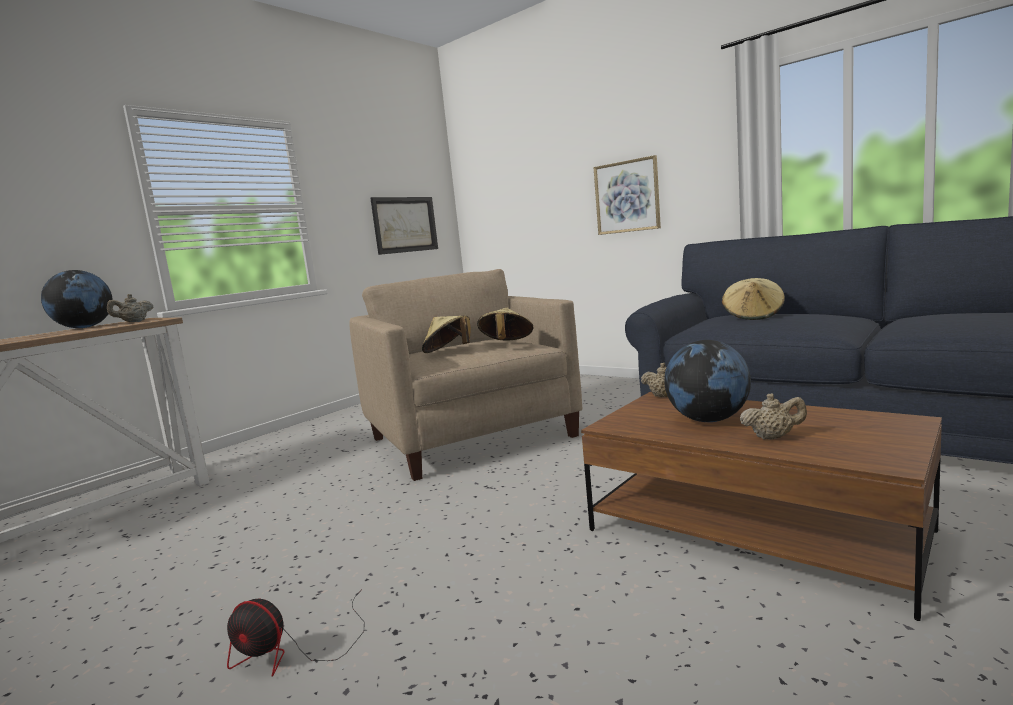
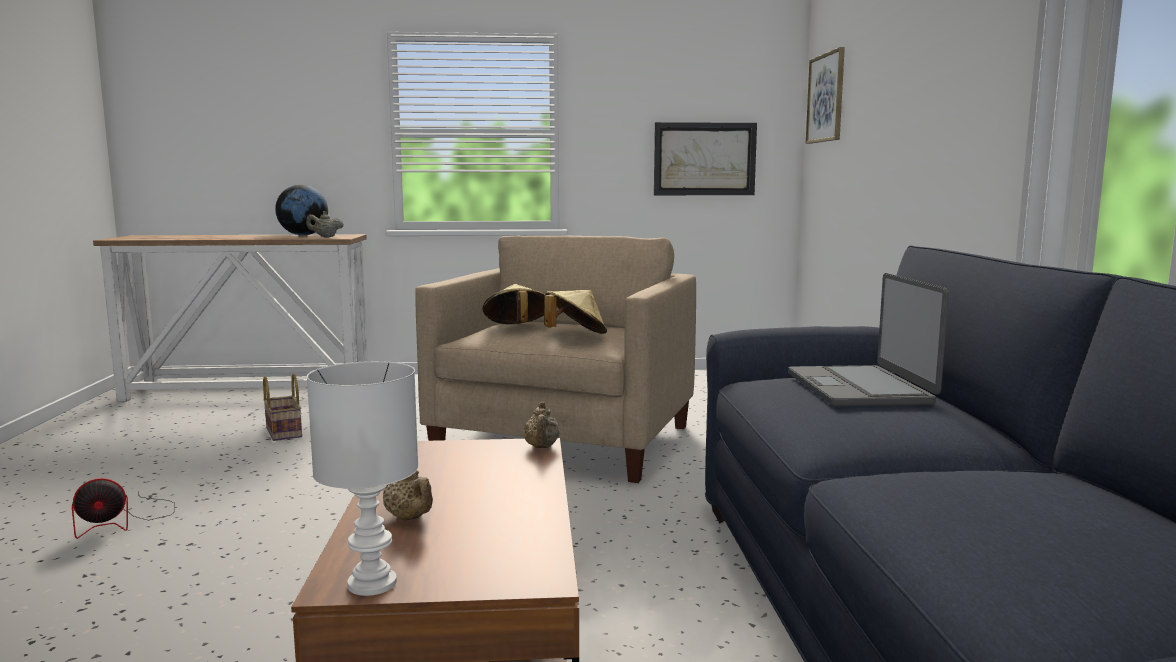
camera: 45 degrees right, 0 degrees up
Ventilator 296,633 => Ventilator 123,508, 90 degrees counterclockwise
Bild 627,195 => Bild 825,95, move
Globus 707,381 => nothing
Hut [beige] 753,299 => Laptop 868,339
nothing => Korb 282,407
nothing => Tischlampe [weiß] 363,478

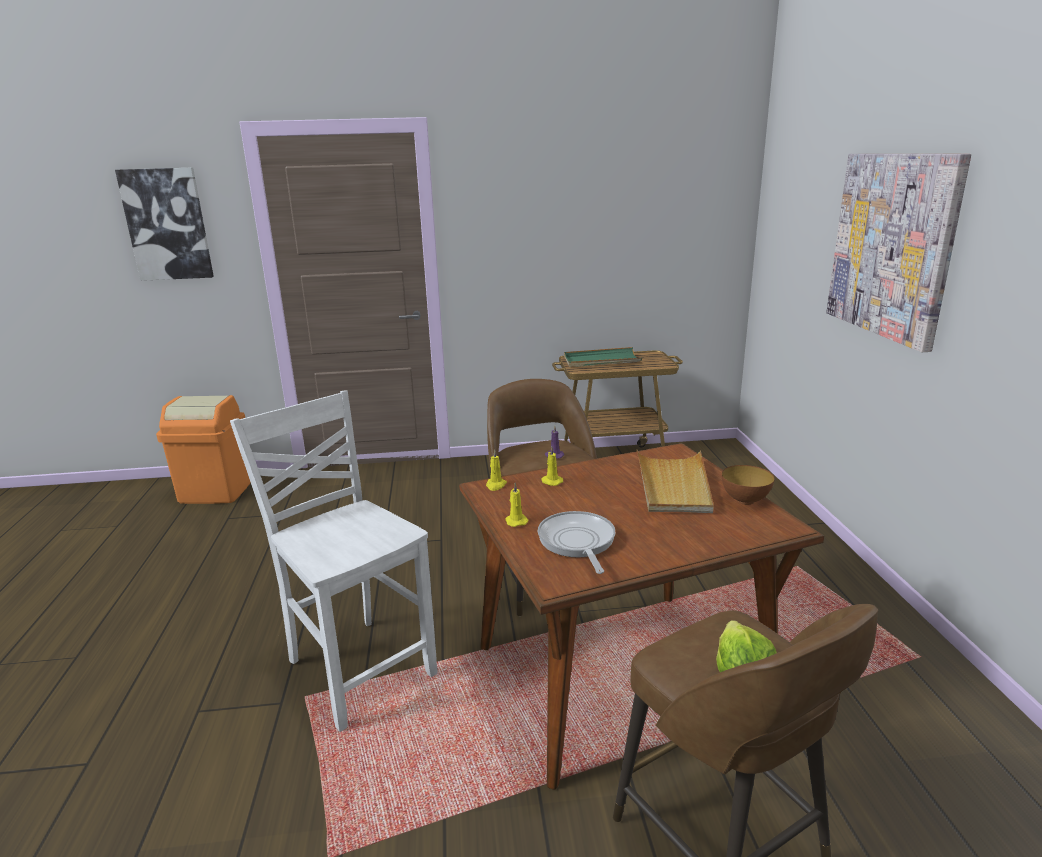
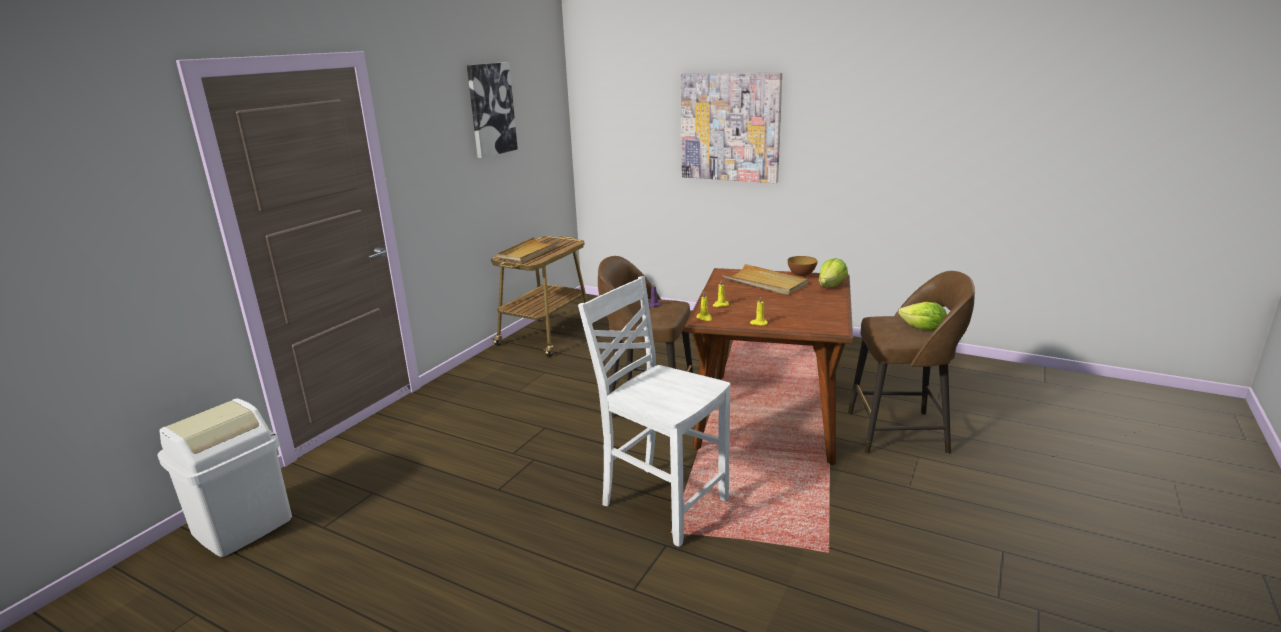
camera: 55 degrees left, 0 degrees up
Bild 164,224 => Bild 492,110, move
Mülleimer [orange] 203,449 => Mülleimer [weiß] 225,477
Stuhl [weiß] 333,561 => Stuhl [weiß] 654,411, 45 degrees clockwise
Pfanne 577,542 => nothing
Tablett [grün] 603,357 => Tablett [beige] 528,249
nothing => Salatkopf 833,272

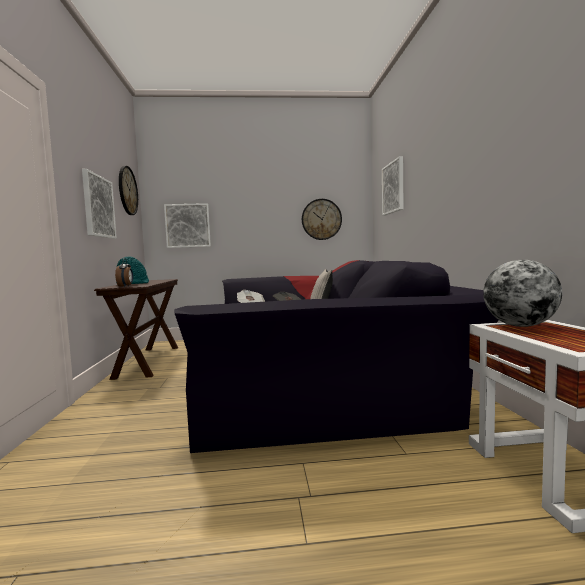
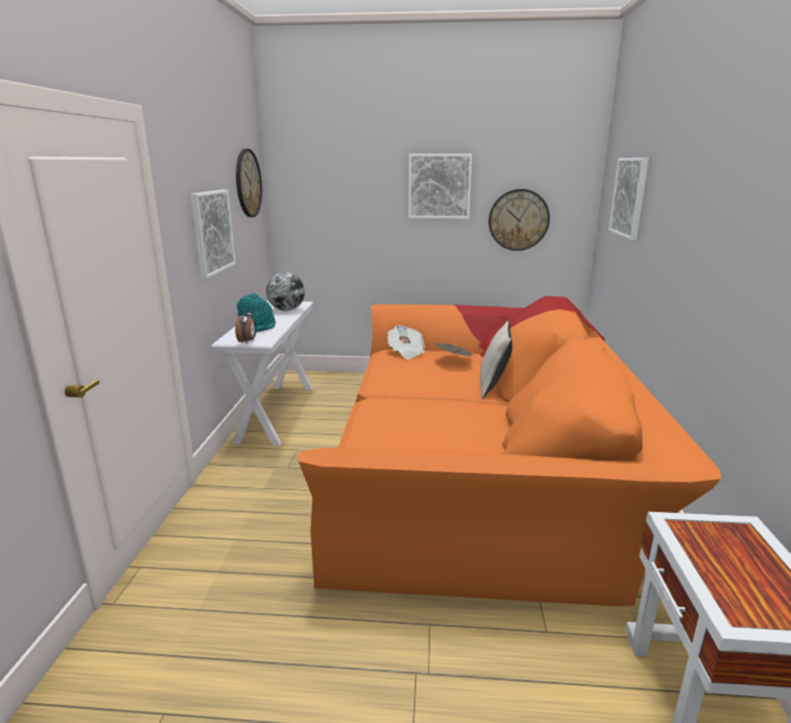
camera: 10 degrees right, 15 degrees up
Konsolentisch [braun] 136,329 => Konsolentisch [weiß] 262,373
Bild 187,225 => Bild 440,186, move
Sofa [schwarz] 336,356 => Sofa [orange] 509,451
Globus 522,293 => Globus 285,291, move

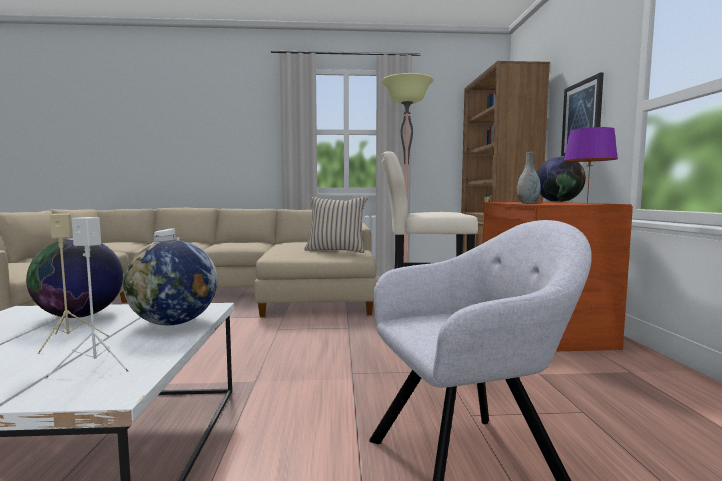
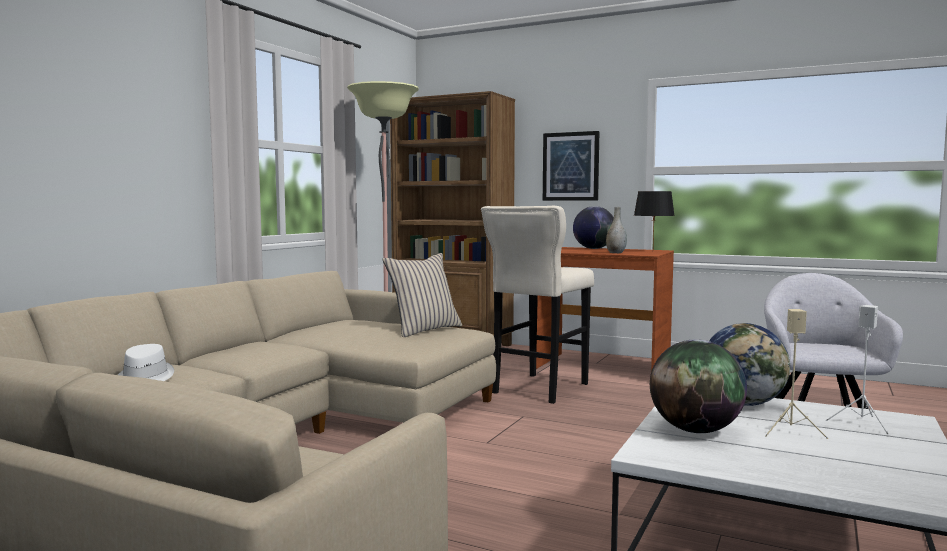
camera: 60 degrees left, 0 degrees up
Tischlampe [lila] 590,165 => Tischlampe [schwarz] 654,218

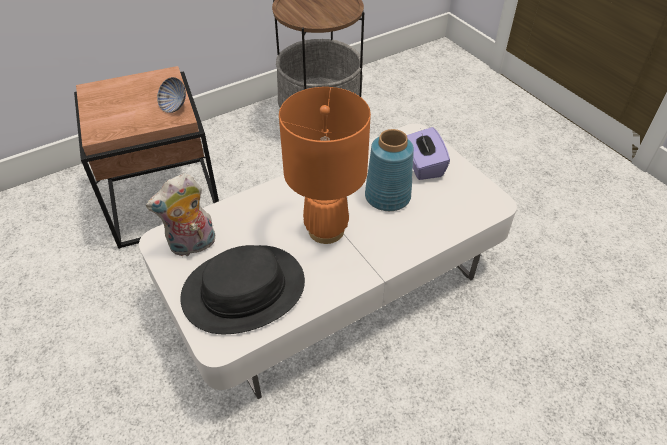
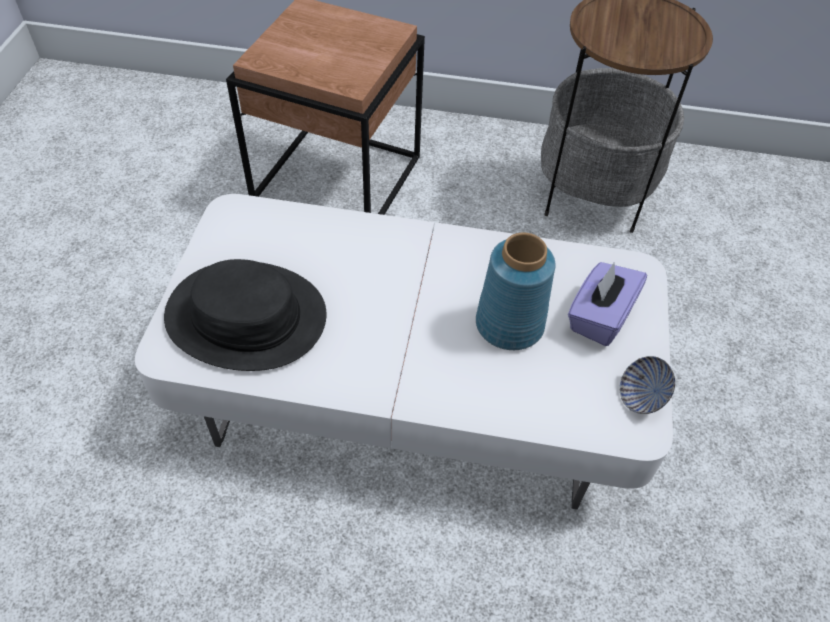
camera: 40 degrees right, 5 degrees up
Plüschtier 180,214 => nothing
Schüssel 171,95 => Schüssel 647,385, move
Tischlampe [orange] 325,165 => nothing

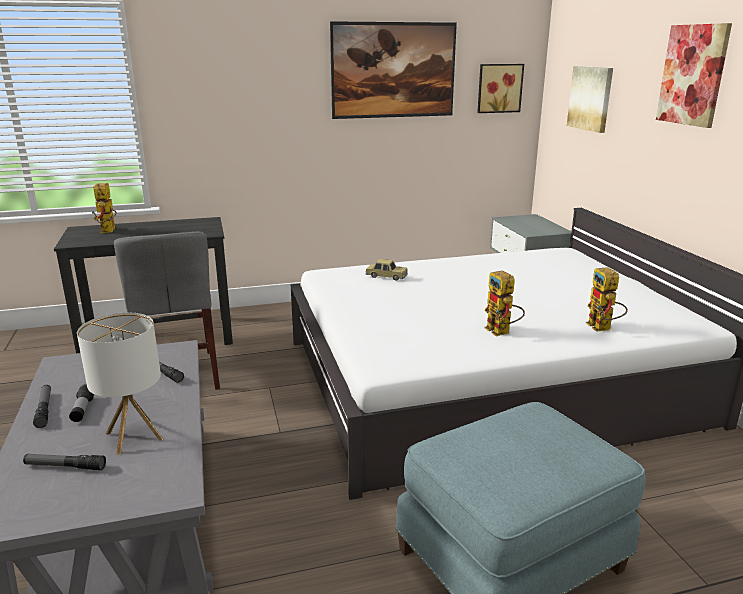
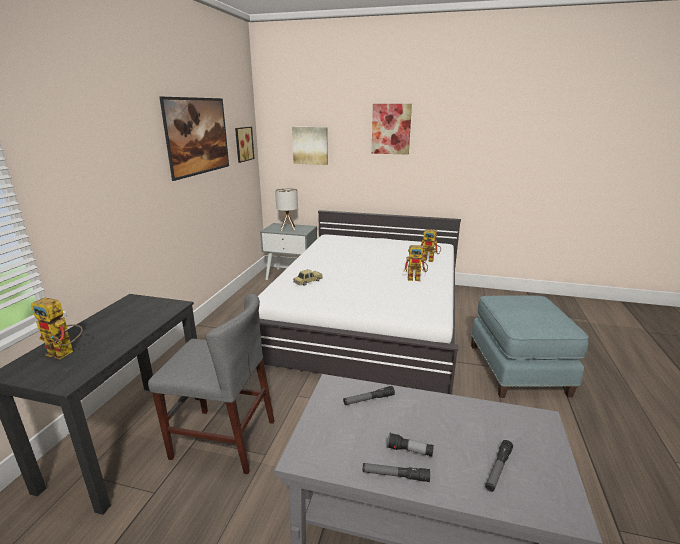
camera: 60 degrees left, 0 degrees up
Tischlampe 120,384 => Tischlampe 286,209, move

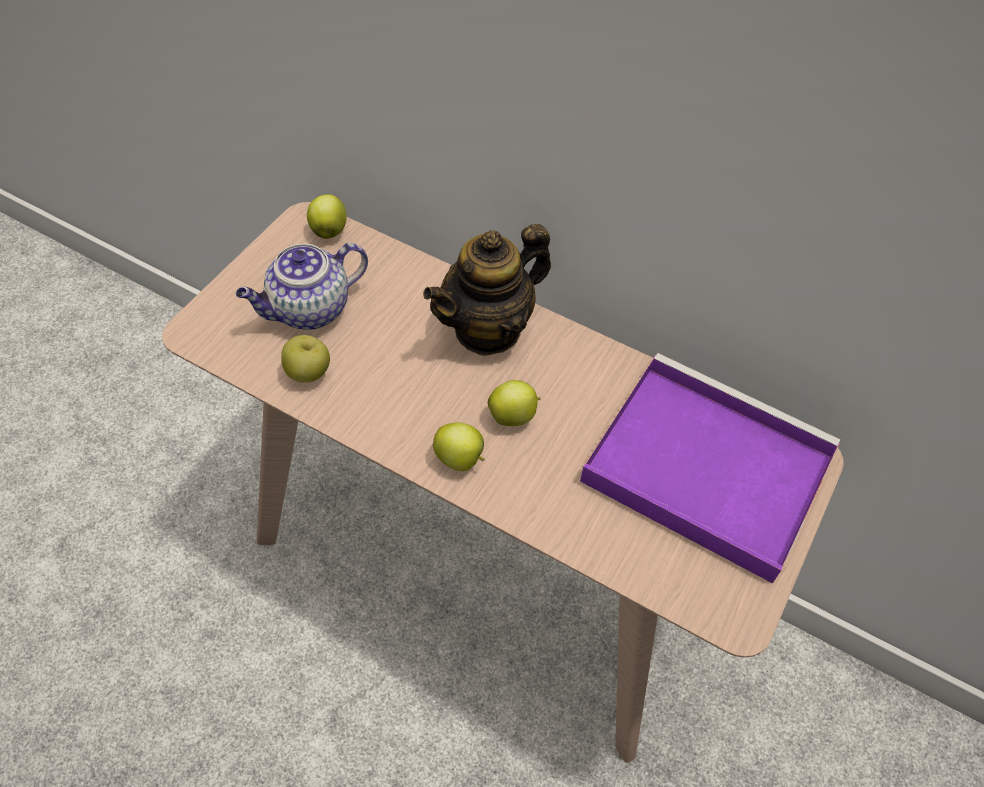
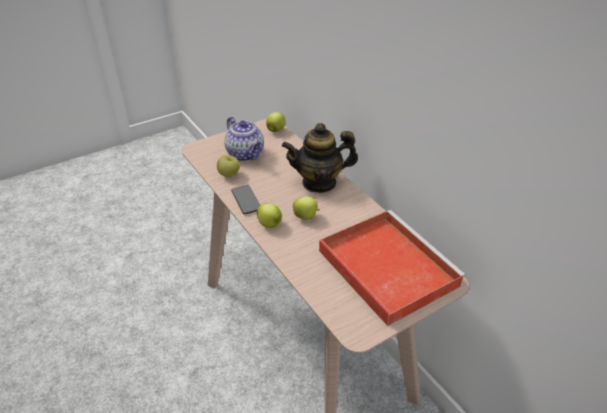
camera: 30 degrees right, 15 degrees down
Teekanne 302,286 => Teekanne 244,139, 120 degrees counterclockwise
Tablett [lila] 710,468 => Tablett [rot] 392,268
nothing => Handy 245,200

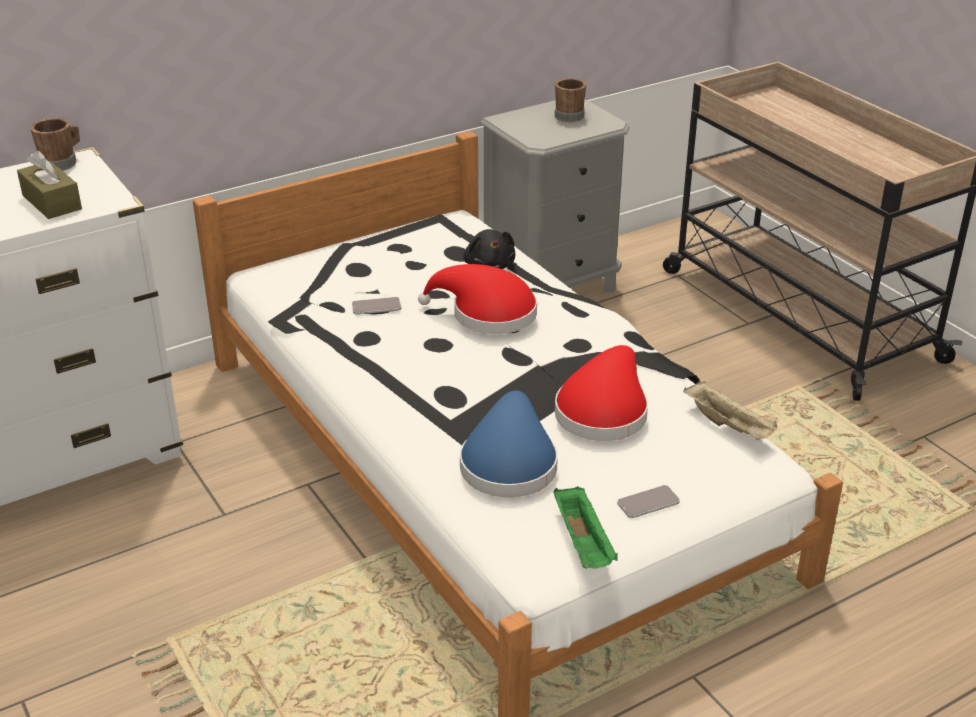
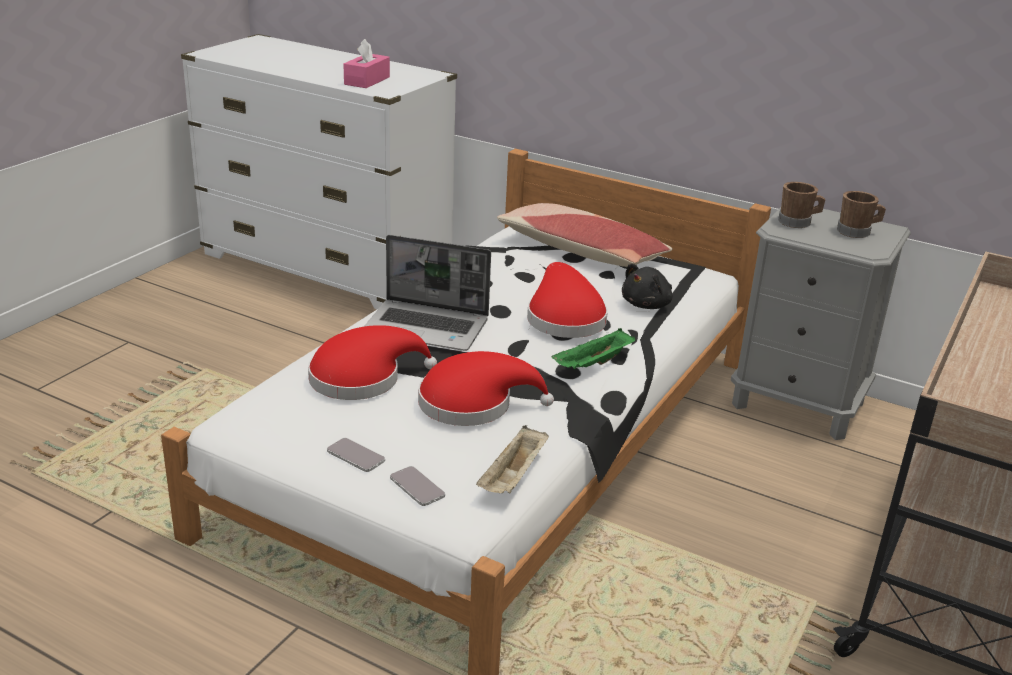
camera: 60 degrees right, 5 degrees down
Taschentuchbox [braun] 49,185 => Taschentuchbox [rosa] 366,63
Henkelbecher [braun] 55,144 => Henkelbecher [braun] 801,205, move
Handy 376,306 => Handy 417,486, move
Hut [blau] 509,443 => Hut [rot] 372,362
Tablett [grün] 585,527 => Tablett [grün] 594,348, move
nothing => Laptop 428,293
nothing => Kissen 585,235

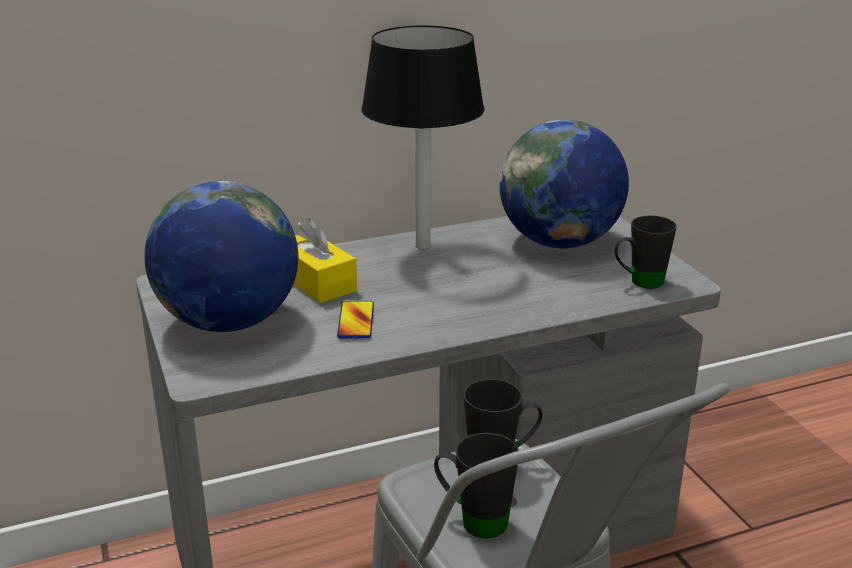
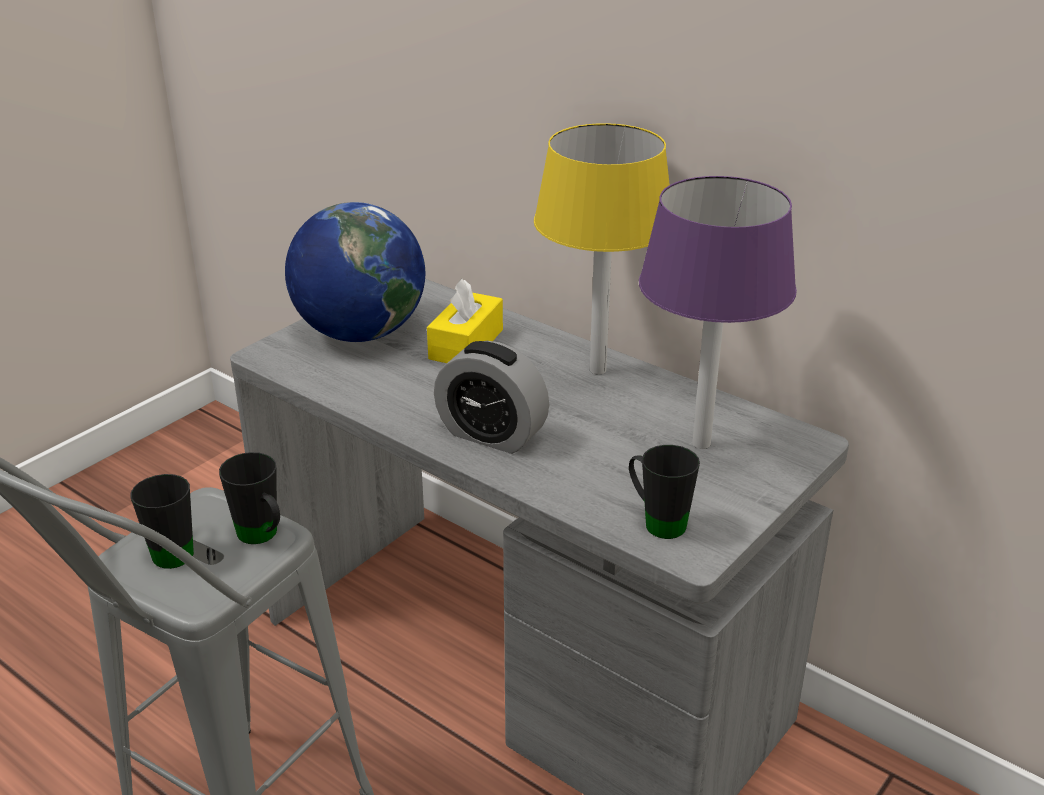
camera: 60 degrees right, 5 degrees up
Handy 355,319 => nothing
Tischlampe [schwarz] 423,137 => Tischlampe [gelb] 602,249
Globus 564,184 => Tischlampe [lila] 718,312
nothing => Wecker 491,397

